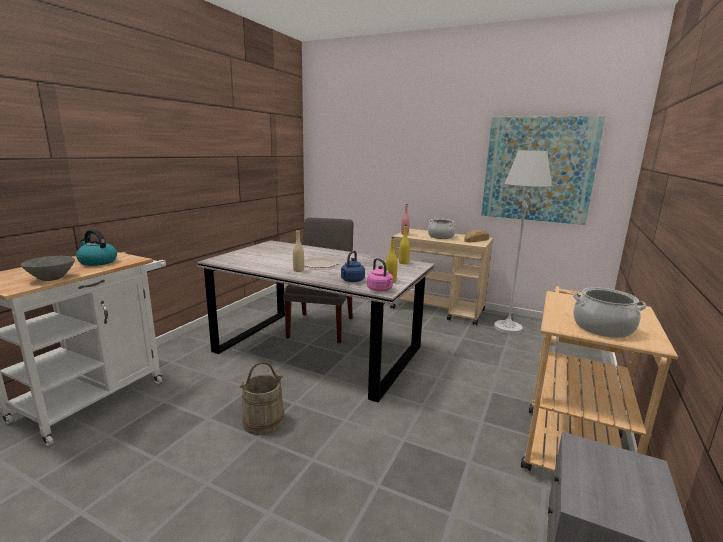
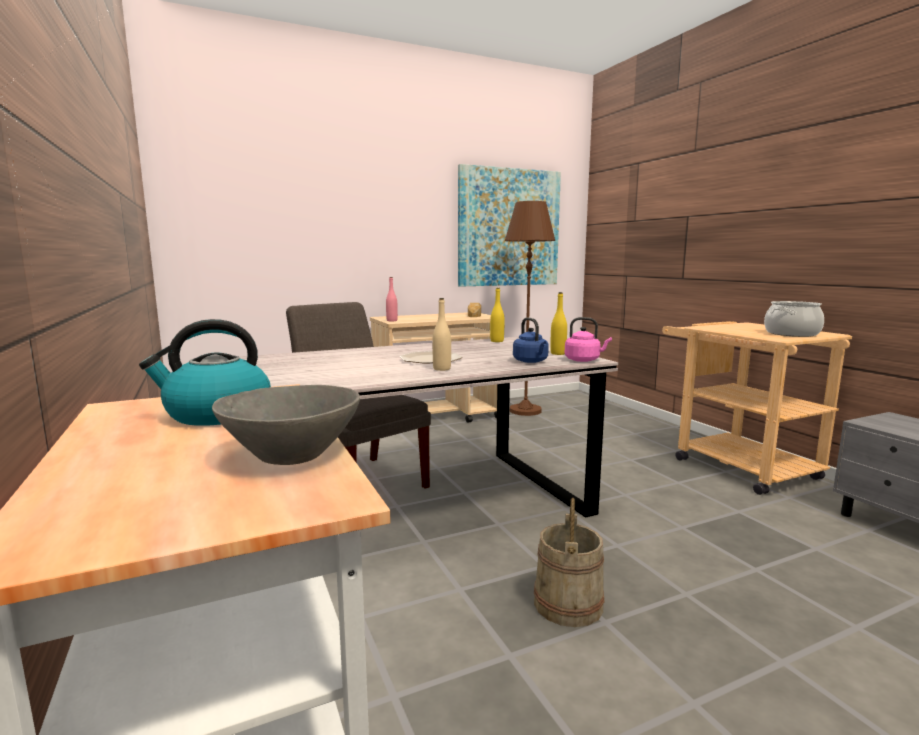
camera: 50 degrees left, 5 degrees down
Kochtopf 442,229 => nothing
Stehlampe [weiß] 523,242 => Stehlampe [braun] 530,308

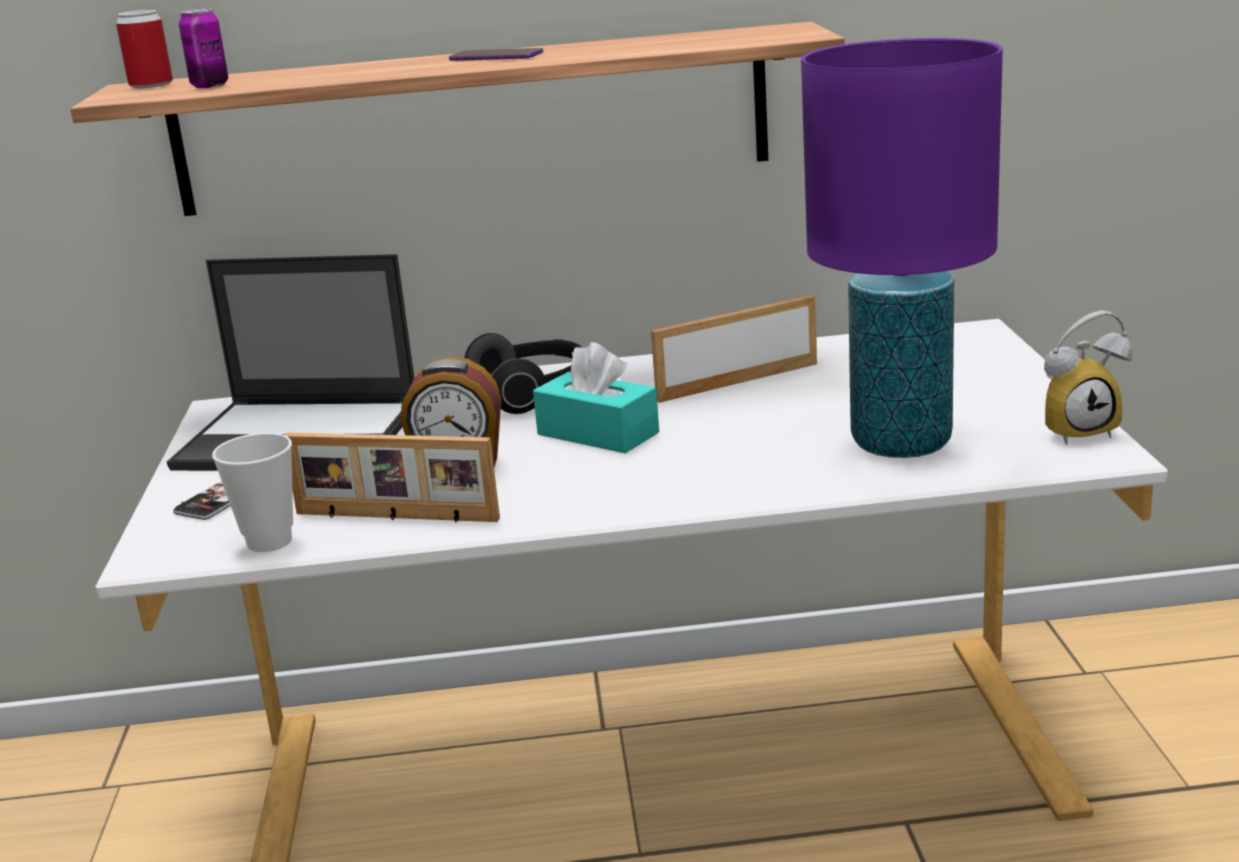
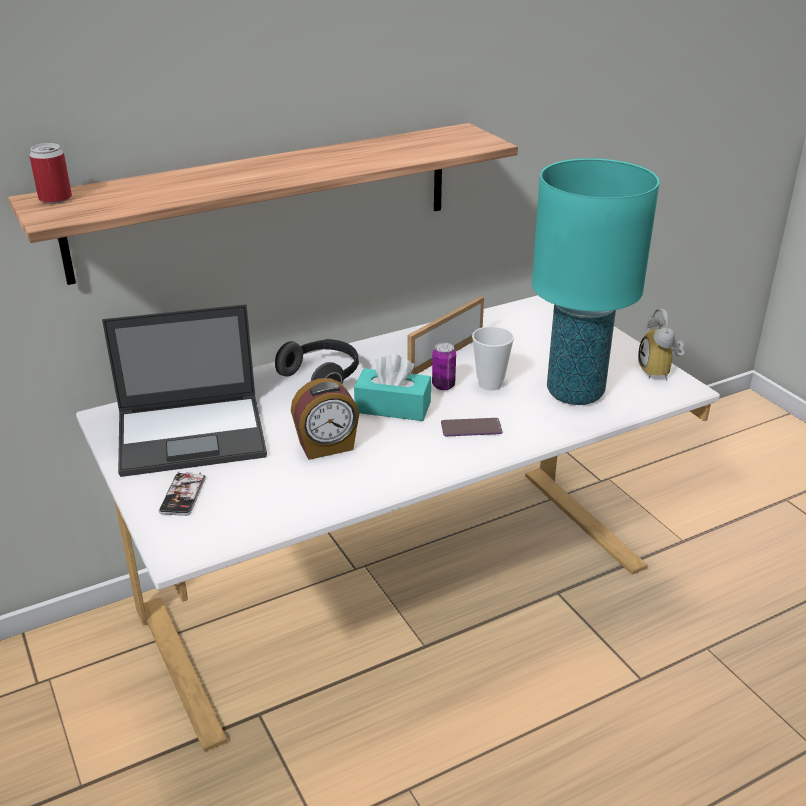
camera: 25 degrees left, 10 degrees up
Dose 203,48 => Dose 444,366, move
Tasse 252,492 => Tasse 493,358, move
Bilderrahmen 392,477 => nothing
Handy 496,54 => Handy 471,427, move
Tischlampe [lila] 902,248 => Tischlampe [türkis] 596,281
Wecker 1088,377 => Wecker 661,344, 120 degrees clockwise

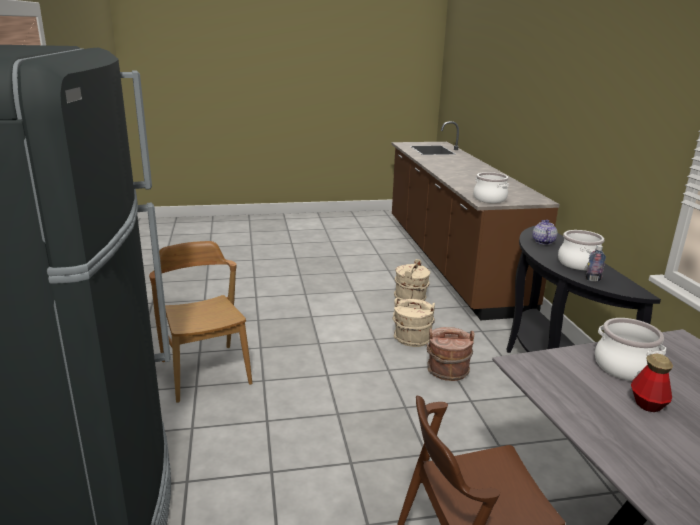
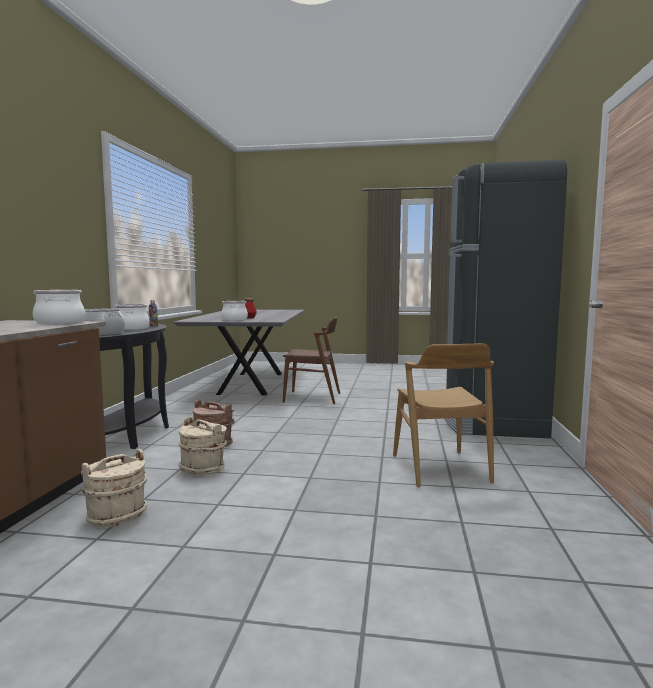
camera: 160 degrees left, 15 degrees down
Teekanne 545,232 => Kochtopf 104,322

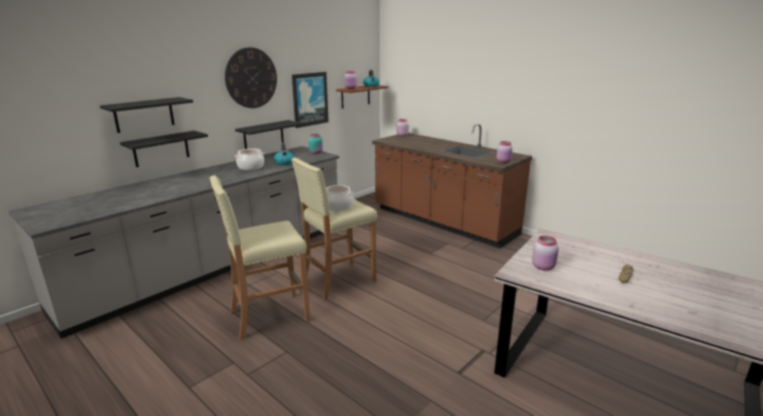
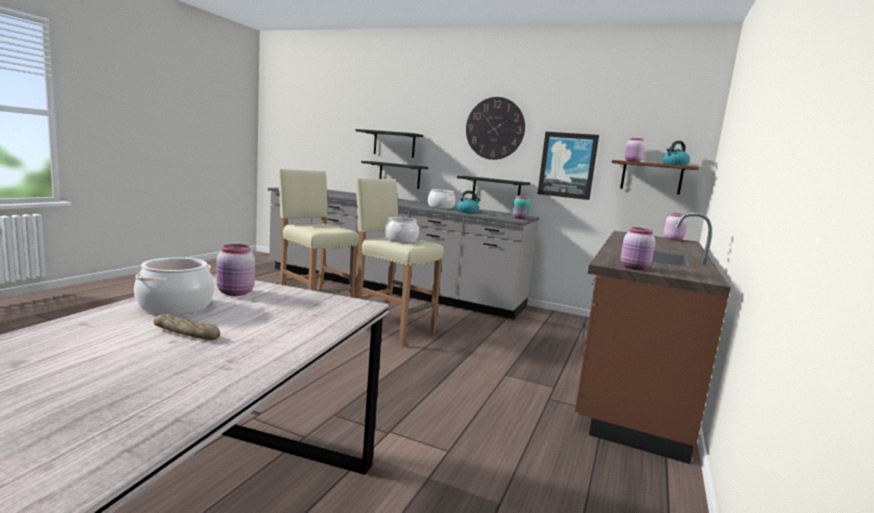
camera: 70 degrees right, 10 degrees down
nothing => Kochtopf 174,286

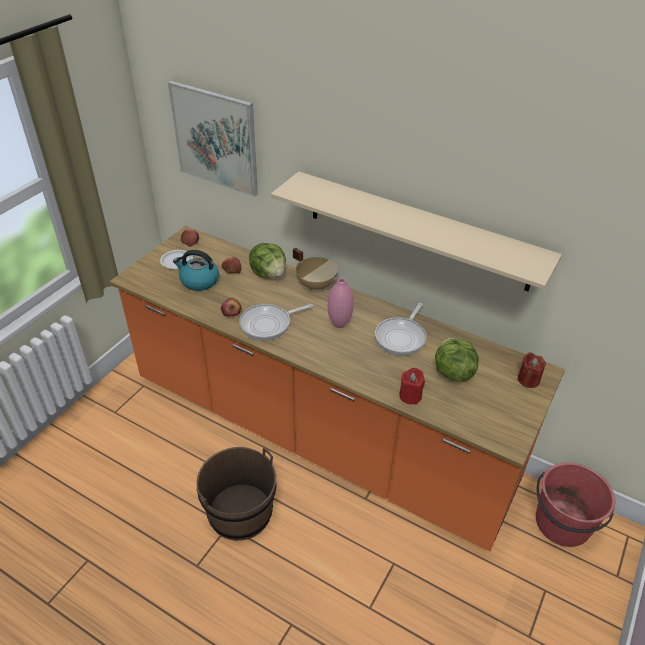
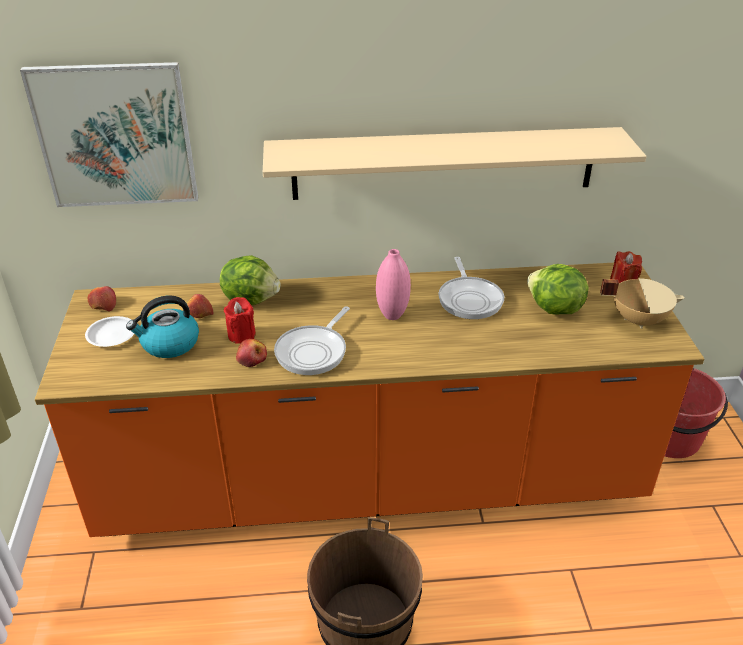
camera: 35 degrees left, 5 degrees down
Kochtopf [beige] 315,269 => Kochtopf [beige] 642,303, move
Kerze [rot] 412,386 => Kerze [rot] 240,320, move

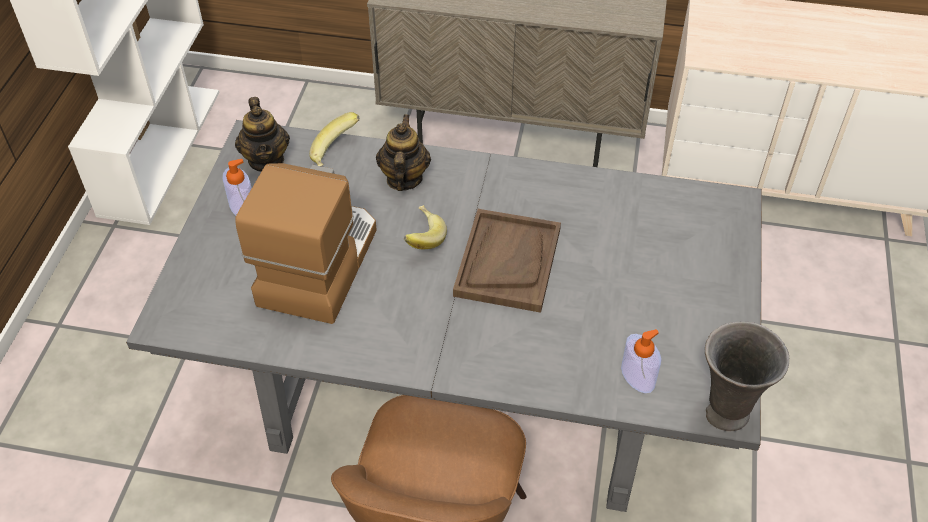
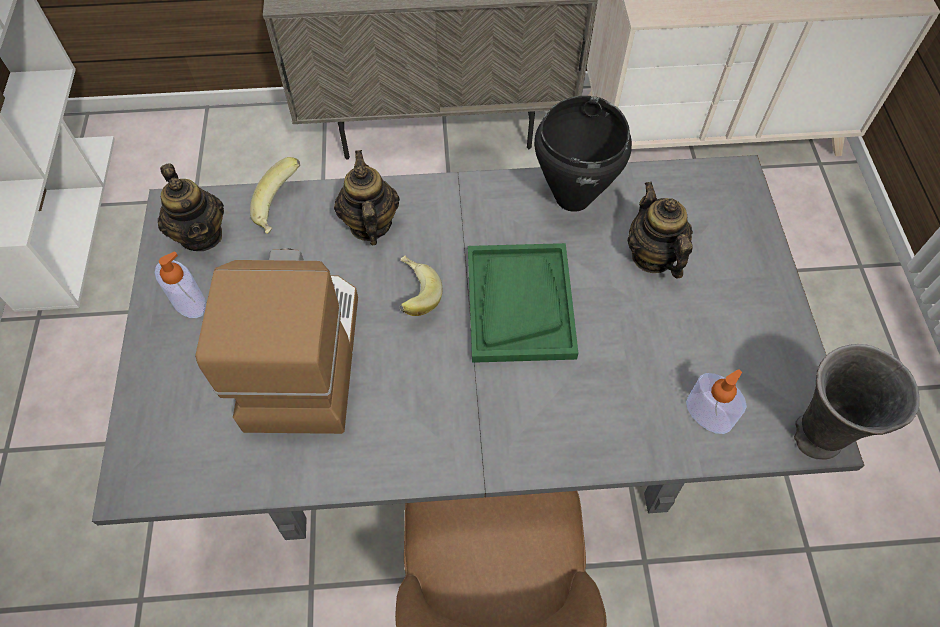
camera: 15 degrees left, 10 degrees up
Tablett [braun] 507,261 => Tablett [grün] 523,303
nothing => Kochtopf [schwarz] 583,154
nothing => Teekanne 660,230

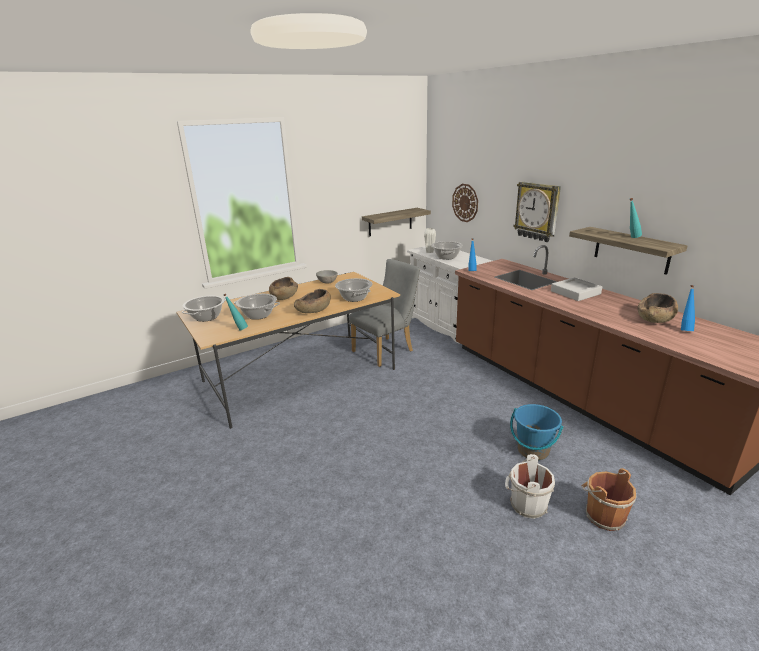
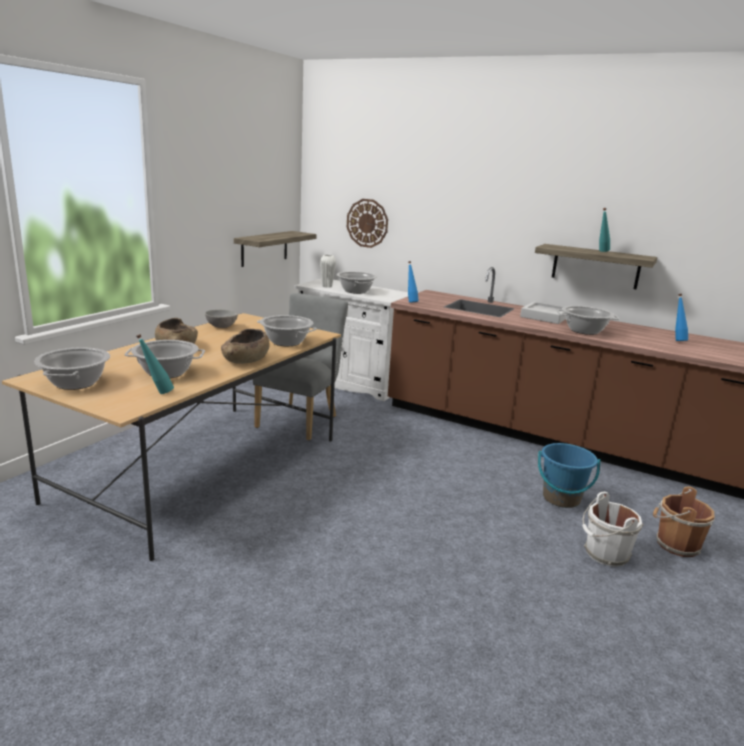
camera: 30 degrees left, 5 degrees down
Wanduhr 537,211 => nothing
Schüssel [braun] 658,308 => nothing
nothing => Kochtopf 587,320

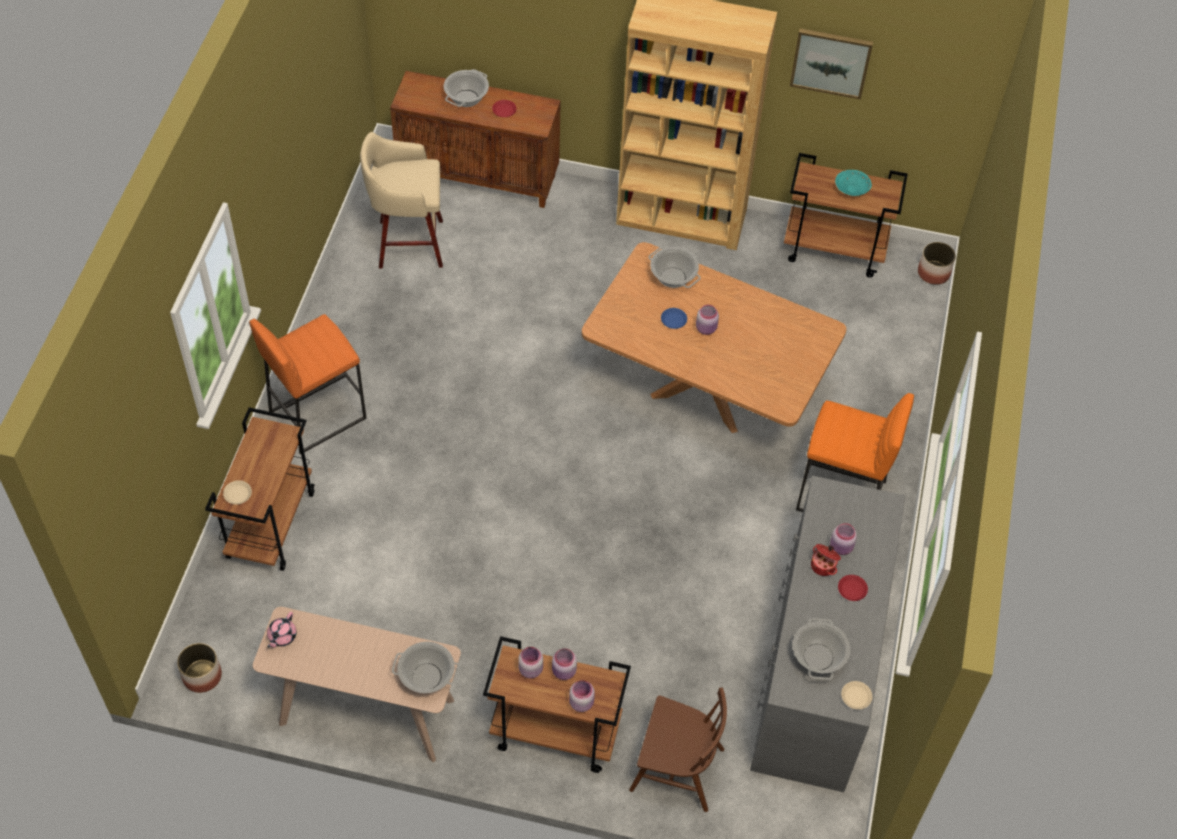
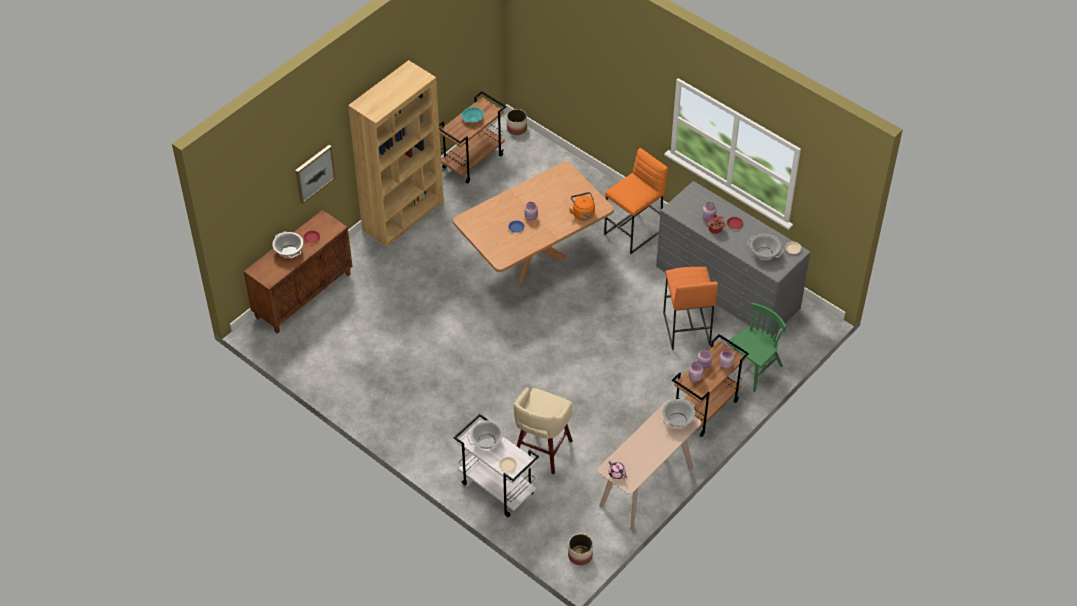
camera: 60 degrees left, 5 degrees down
Rollwagen [braun] 260,489 => Rollwagen [weiß] 496,465
Hocker [orange] 308,384 => Hocker [orange] 690,308, move
Hocker [beige] 401,200 => Hocker [beige] 543,431, move
Stuhl [braun] 678,750 => Stuhl [grün] 756,347
Kochtopf 675,267 => Kochtopf 487,435, move
Bild 831,64 => Bild 315,174, move
nothing => Wasserkessel [orange] 582,206

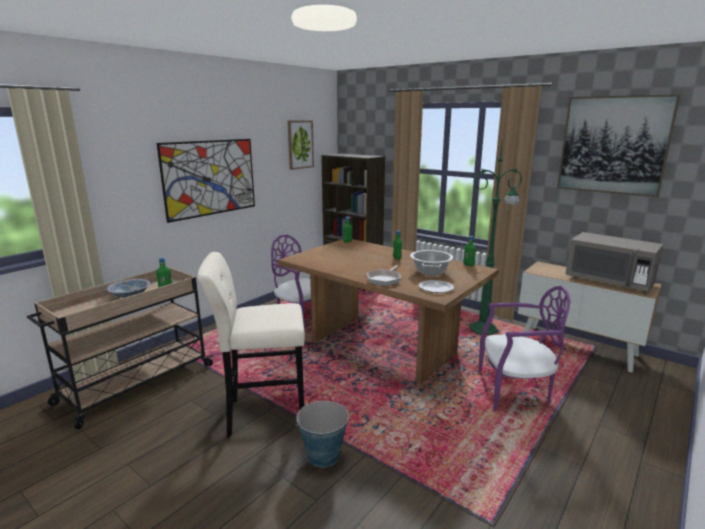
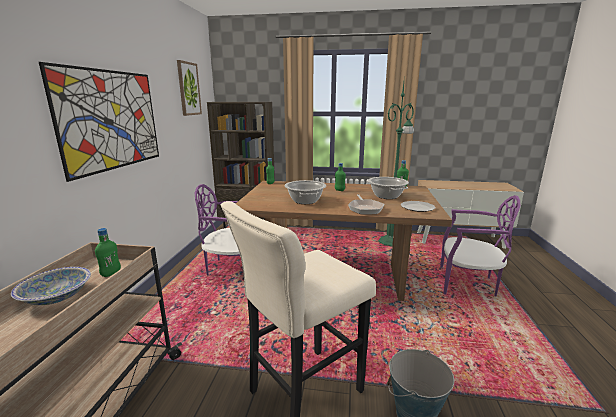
camera: 30 degrees left, 0 degrees up
Stuhl [lila] 524,348 => Stuhl [lila] 480,245, 45 degrees clockwise
Bild 618,145 => nothing
Mikrowelle [grau] 614,262 => nothing
nothing => Kochtopf 305,192

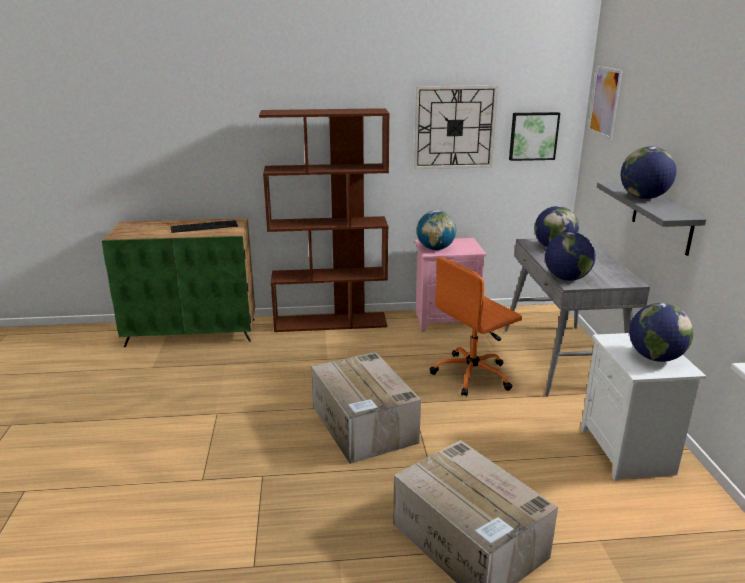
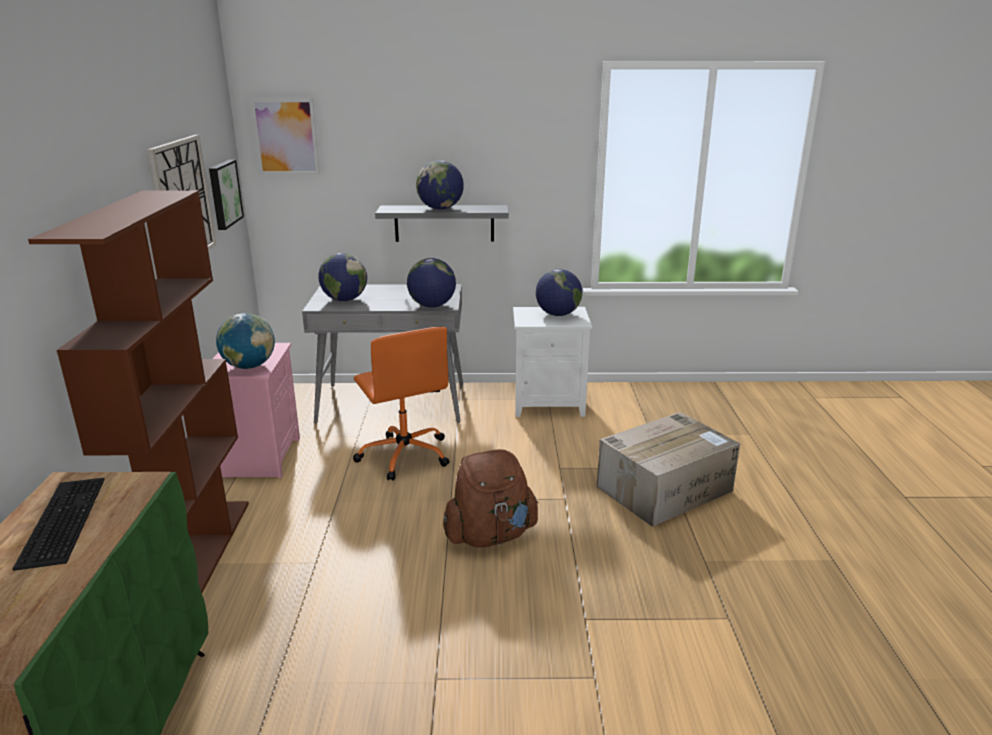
camera: 85 degrees left, 0 degrees up
Karton 366,408 => Rucksack [braun] 490,498

